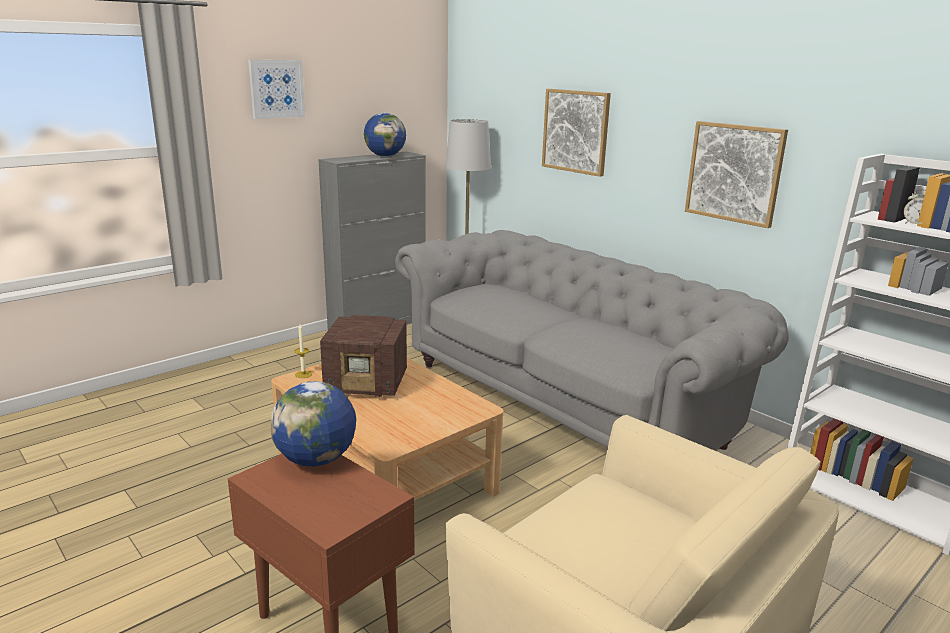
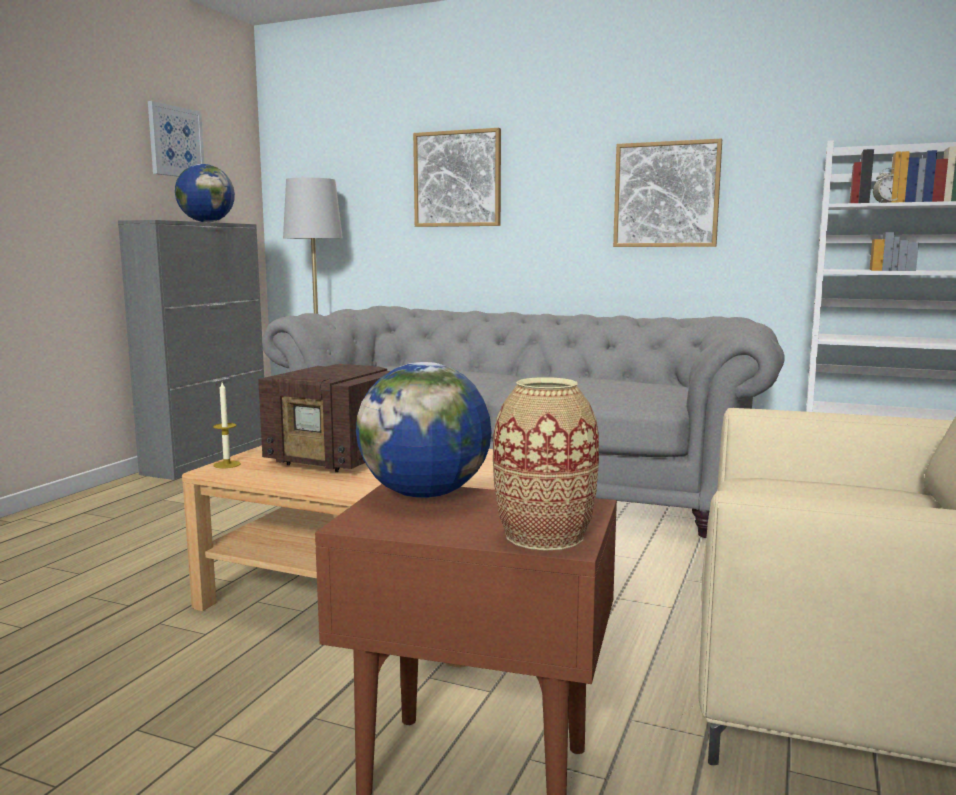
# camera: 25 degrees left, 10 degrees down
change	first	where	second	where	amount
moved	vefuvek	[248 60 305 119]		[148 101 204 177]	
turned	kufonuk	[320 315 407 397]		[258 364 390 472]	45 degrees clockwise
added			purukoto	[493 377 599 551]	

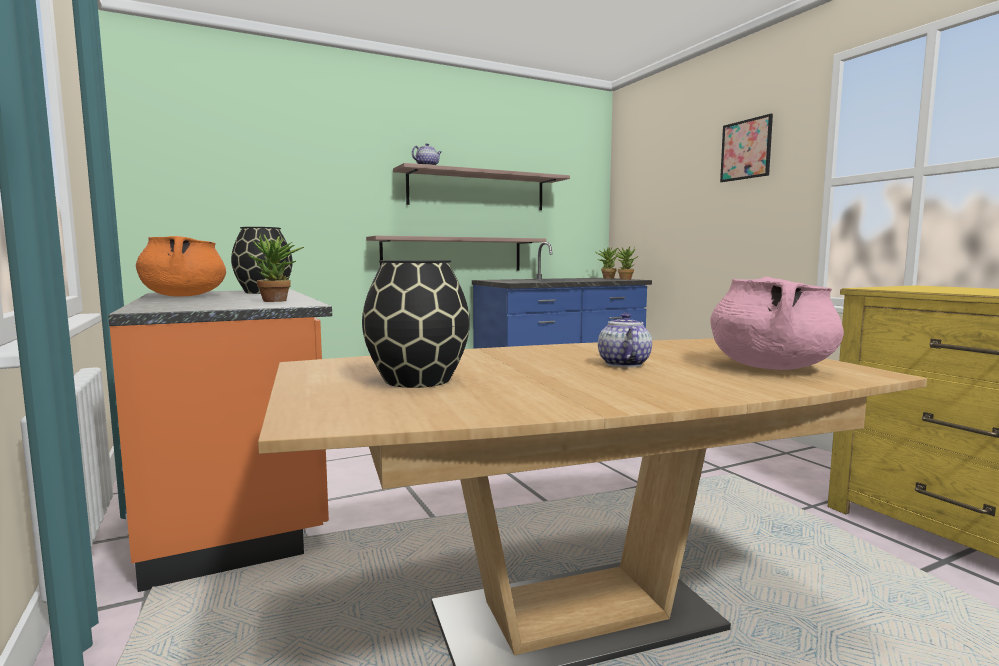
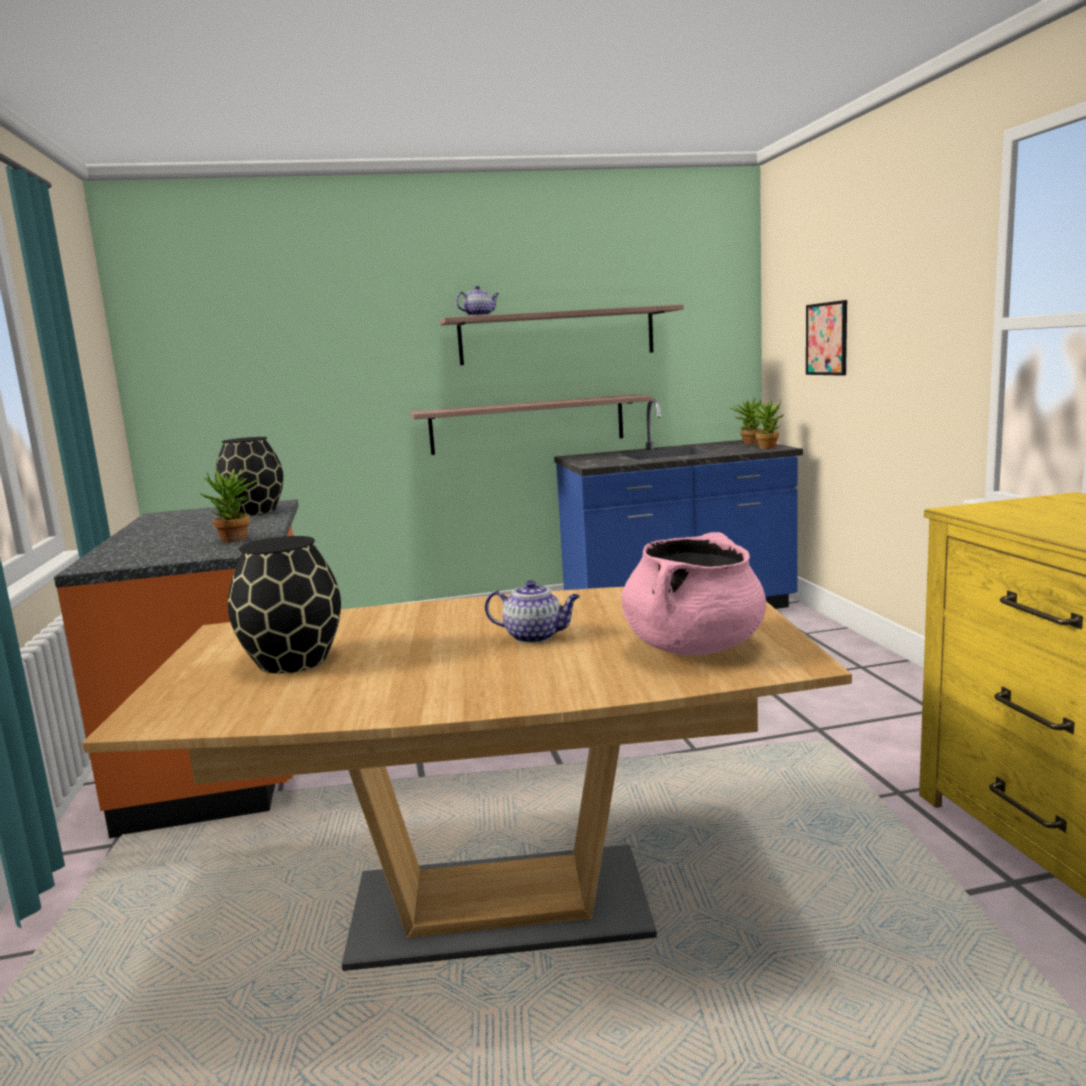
# camera: 15 degrees right, 5 degrees up
change	first	where	second	where	amount
moved	vefuvek	[720 114 773 182]		[806 300 847 376]	
removed	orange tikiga	[136 236 226 296]			
turned	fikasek	[598 313 652 367]		[485 580 580 643]	90 degrees clockwise

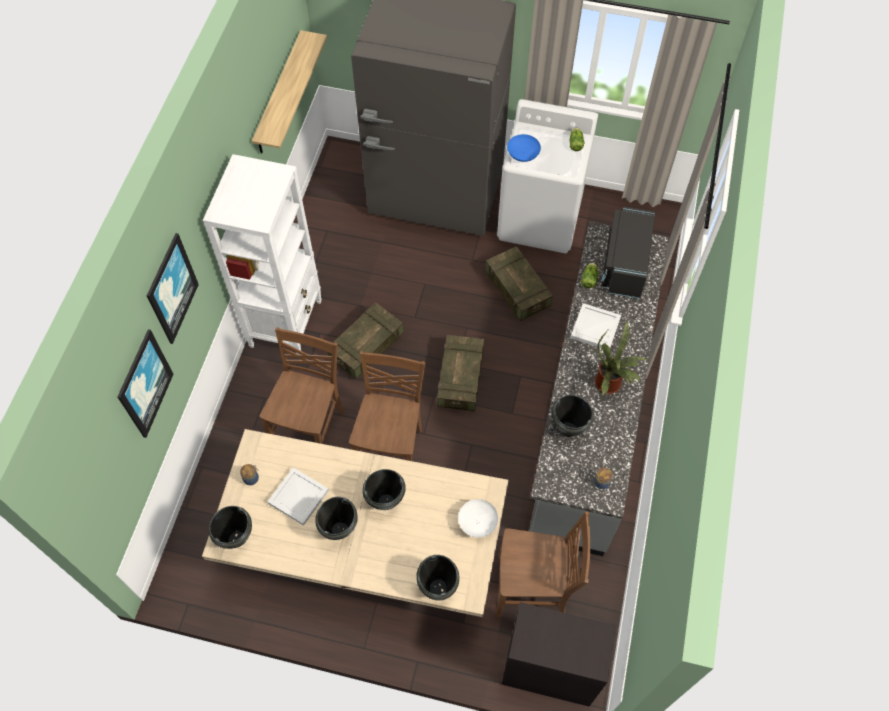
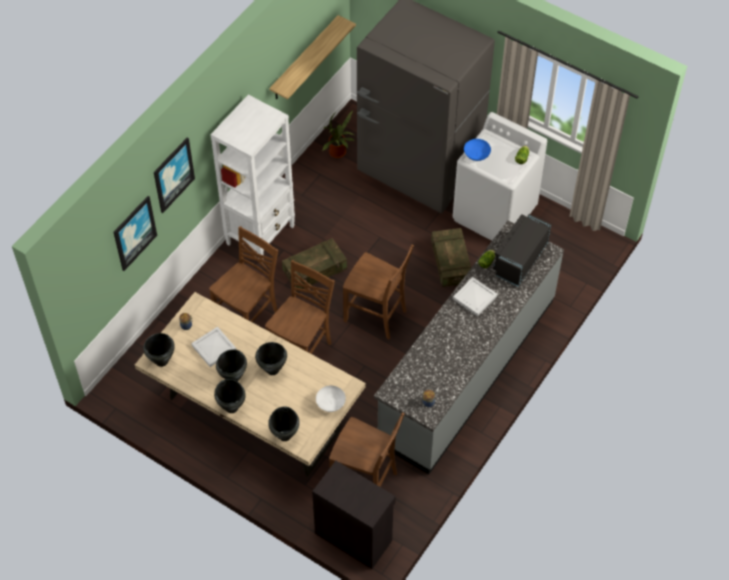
# camera: 20 degrees right, 5 degrees down
change	first	where	second	where	amount
moved	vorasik	[595 321 648 396]		[322 110 354 158]	
replaced	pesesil	[437 335 484 412]	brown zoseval	[343 244 414 340]	
moved	black tikiga	[552 395 594 437]		[214 379 246 413]	

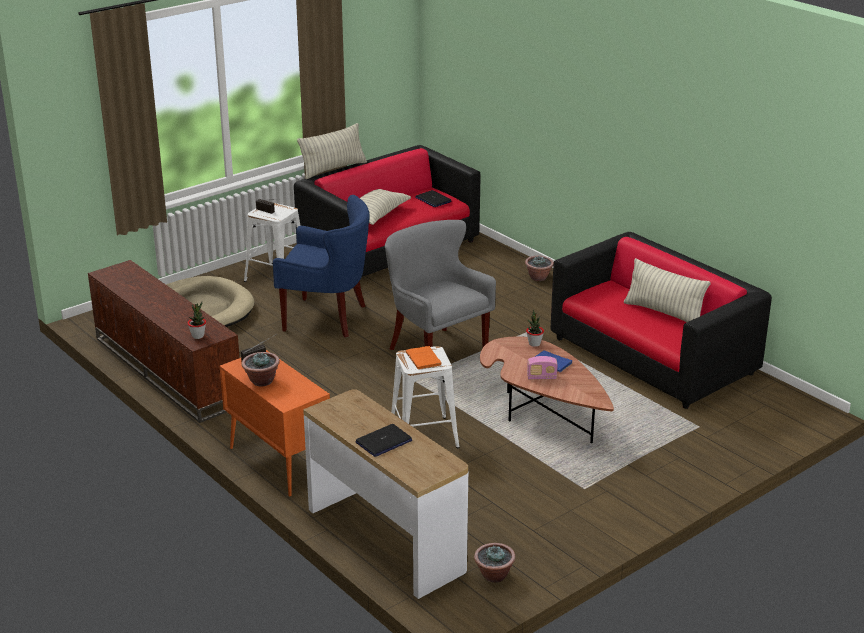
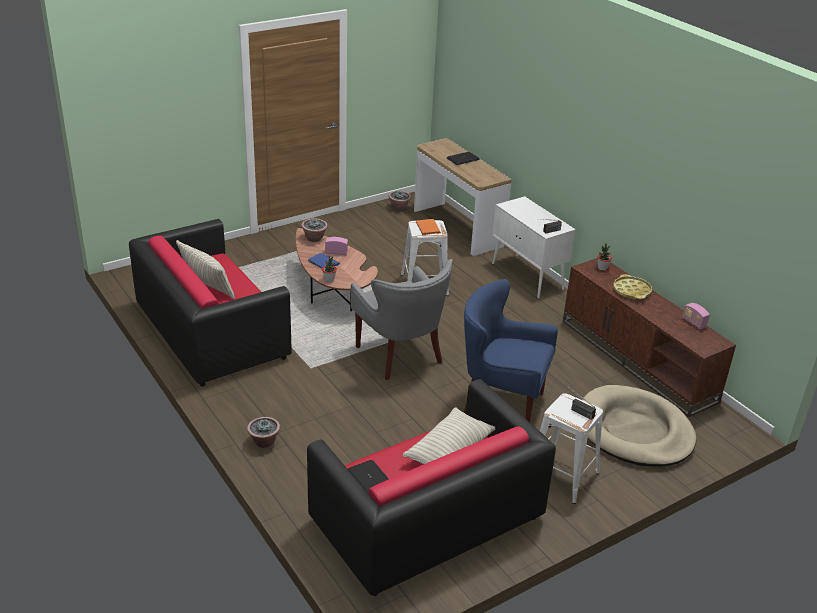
# camera: 175 degrees left, 5 degrees up
change	first	where	second	where	amount
removed	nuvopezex	[297 123 367 179]			
recoloured	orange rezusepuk	[220 350 330 497]	white rezusepuk	[492 196 576 298]	
moved	vorasik	[241 352 280 387]		[301 218 328 242]	
added			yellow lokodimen	[613 274 652 299]	
added			kufonuk	[682 303 710 329]	

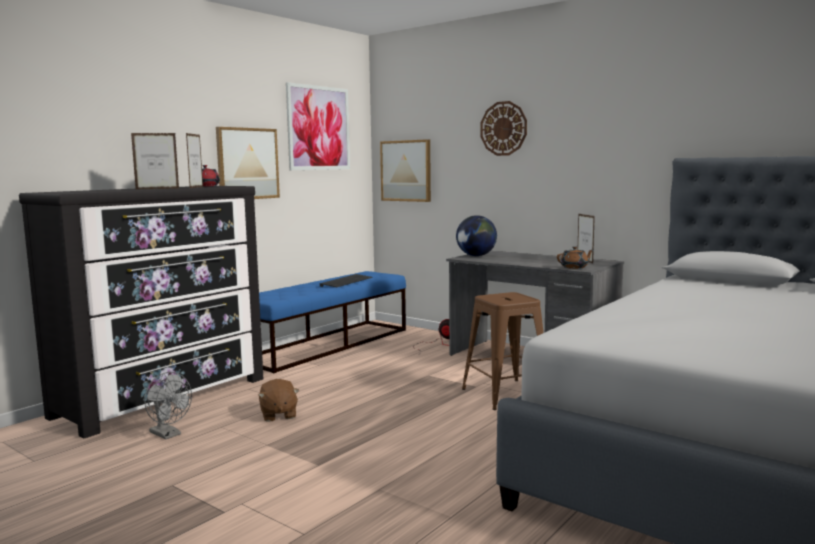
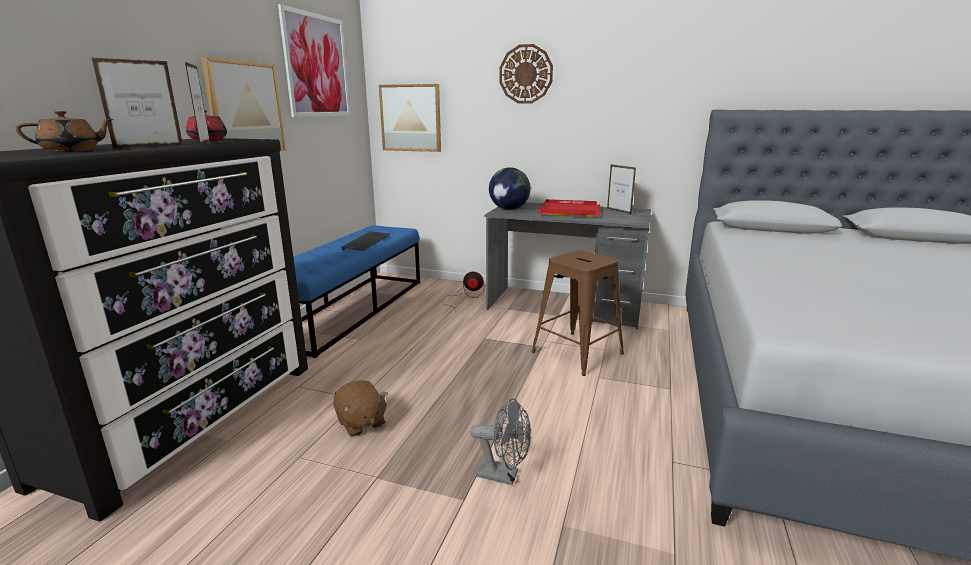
# camera: 20 degrees left, 10 degrees up
change	first	where	second	where	amount
moved	brown fikasek	[557 246 593 269]		[15 111 114 152]	
moved	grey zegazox	[144 372 192 439]		[470 399 531 485]	
added			red lokodimen	[537 199 600 218]	

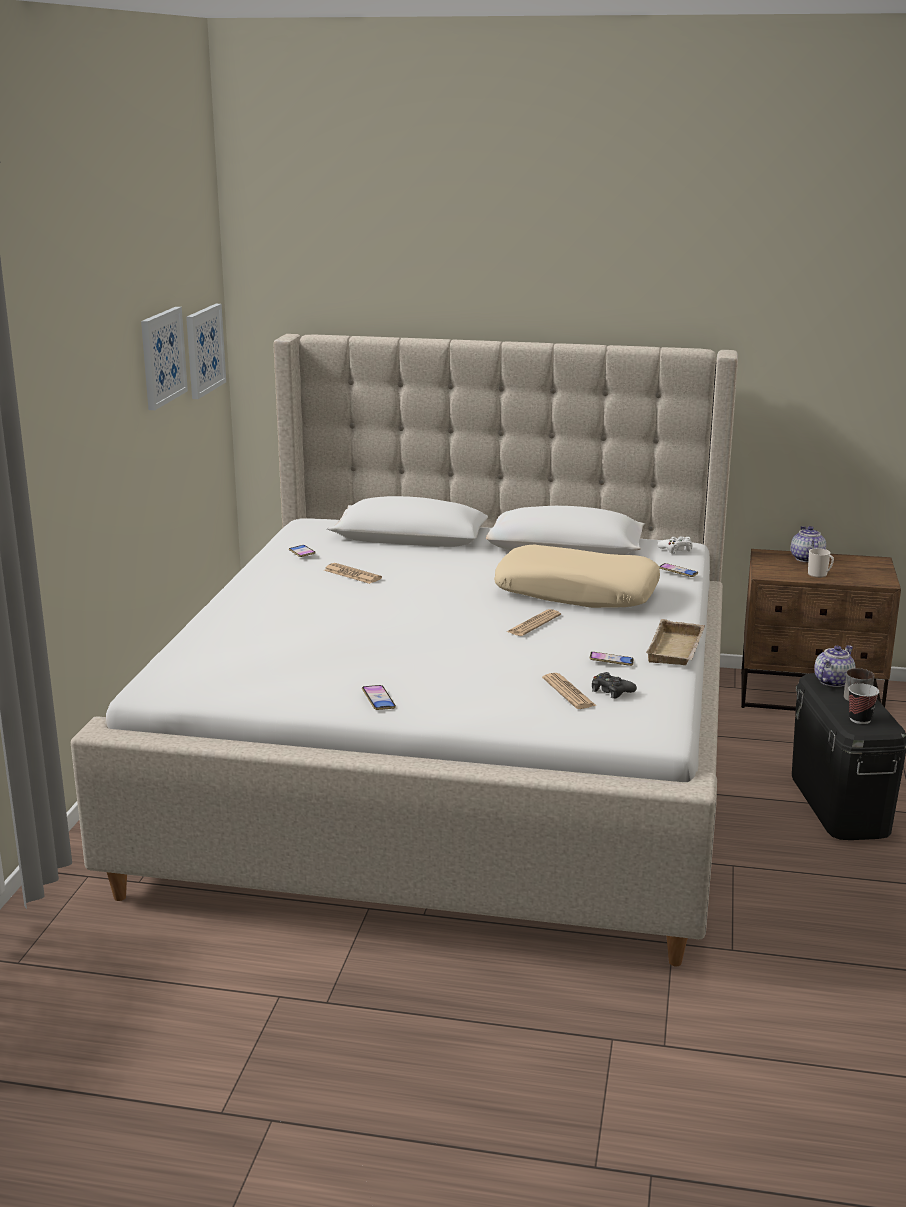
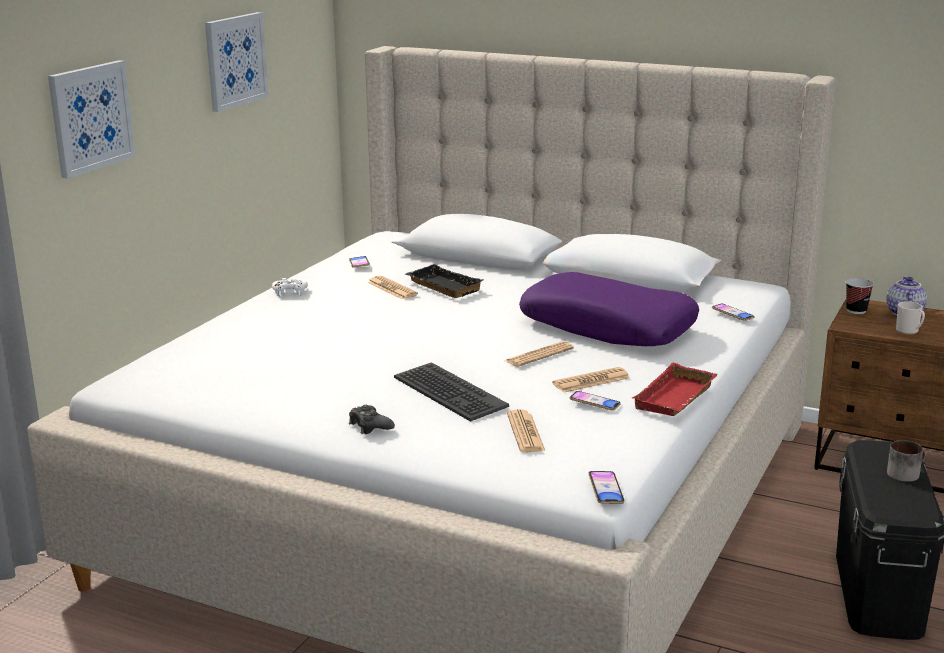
# camera: 15 degrees right, 0 degrees up
change	first	where	second	where	amount
moved	vefuvek	[186 304 226 399]		[48 60 135 179]	
moved	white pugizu	[657 536 693 554]		[272 278 308 296]	
recoloured	beige nuvopezex	[494 545 660 608]	purple nuvopezex	[519 272 699 346]	
recoloured	beige lokodimen	[646 619 705 665]	red lokodimen	[632 363 718 416]	
removed	fikasek	[814 645 855 687]			
moved	black pugizu	[592 672 637 699]		[349 405 395 434]	
moved	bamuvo	[848 683 879 724]		[846 278 874 314]	
moved	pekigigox	[362 685 396 710]		[588 471 625 504]	
added			black lokodimen	[405 264 484 298]	
added			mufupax	[394 362 509 422]	
added			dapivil	[552 367 630 393]	

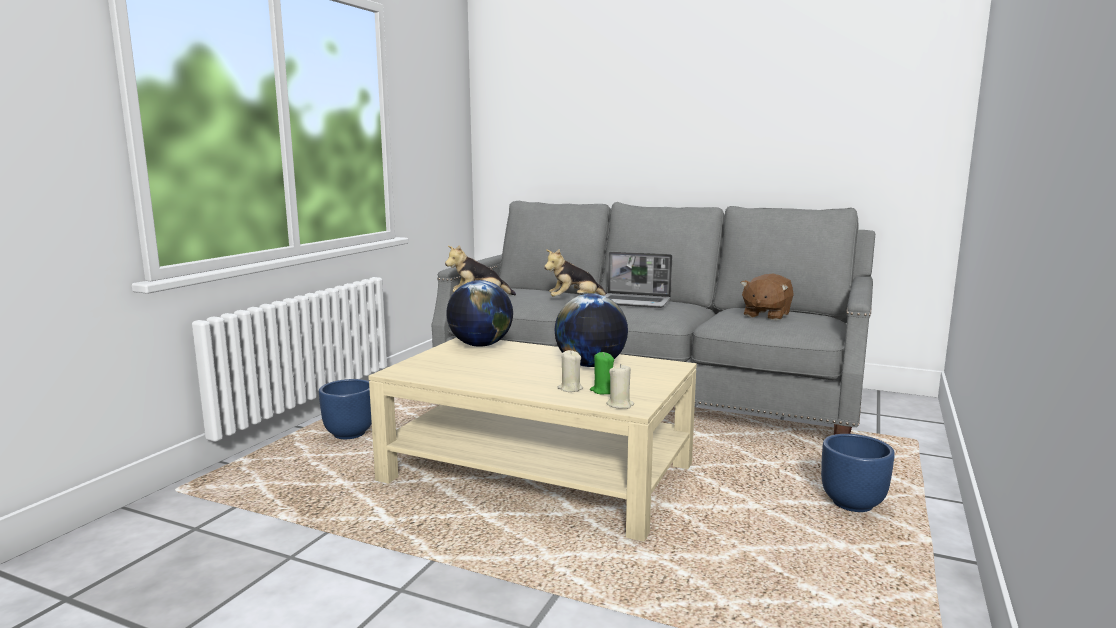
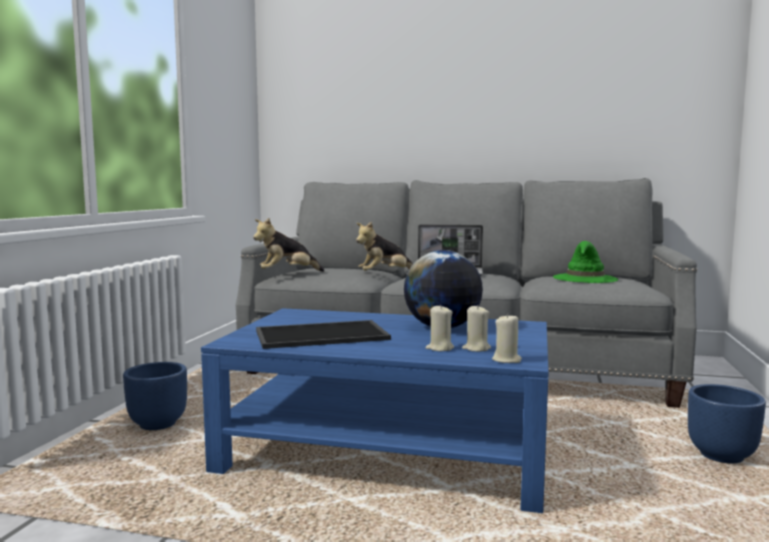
# camera: 10 degrees left, 5 degrees down
change	first	where	second	where	amount
replaced	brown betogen	[741 274 794 320]	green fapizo	[553 241 619 283]	
removed	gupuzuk	[446 280 513 347]			
recoloured	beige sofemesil	[368 337 697 542]	blue sofemesil	[201 308 549 513]	
recoloured	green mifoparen	[590 352 614 394]	beige mifoparen	[462 305 491 352]	
added			lokodimen	[256 320 391 349]	

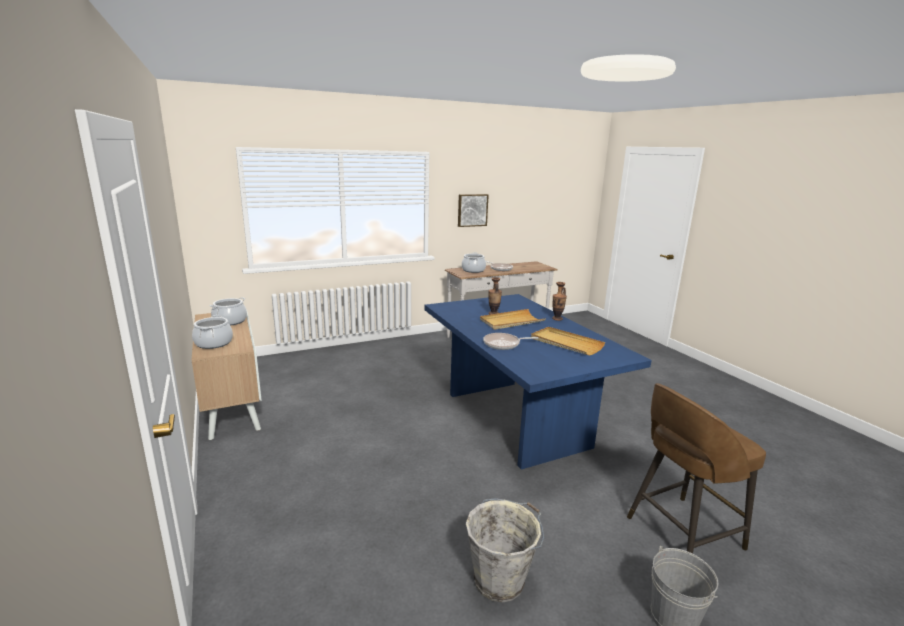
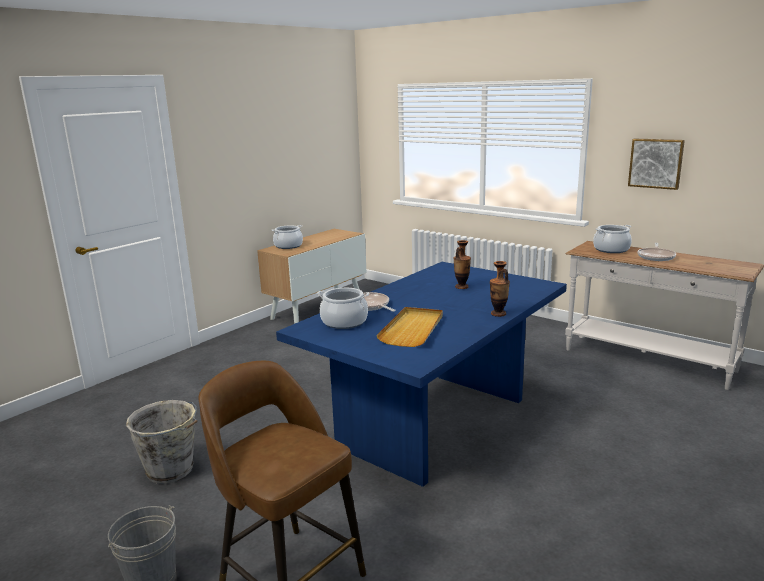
# camera: 65 degrees right, 0 degrees up
change	first	where	second	where	amount
moved	tikiga	[209 297 247 326]		[317 288 369 329]	
removed	beige lokodimen	[480 309 546 330]			

